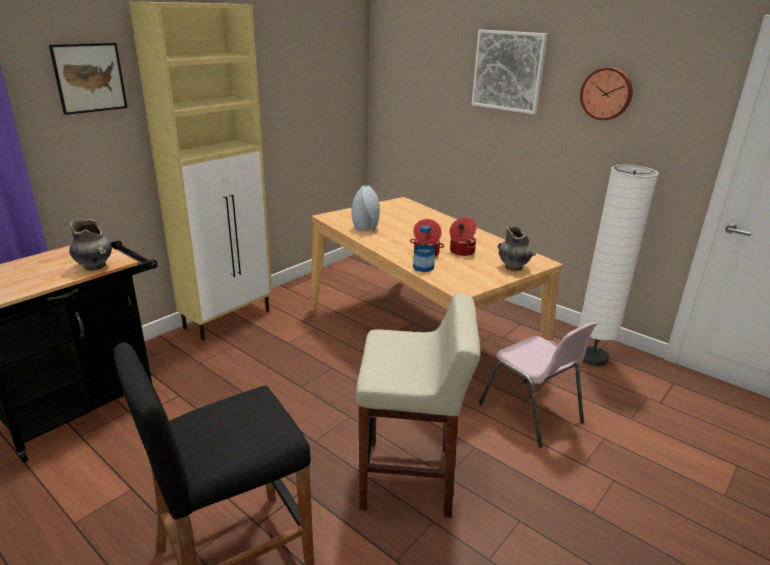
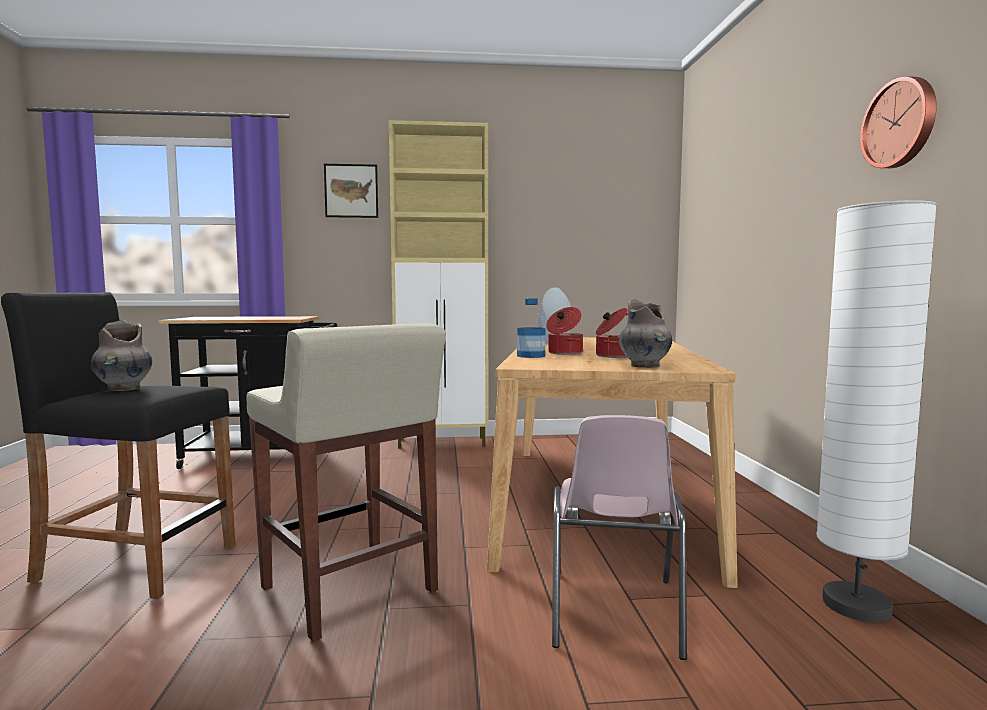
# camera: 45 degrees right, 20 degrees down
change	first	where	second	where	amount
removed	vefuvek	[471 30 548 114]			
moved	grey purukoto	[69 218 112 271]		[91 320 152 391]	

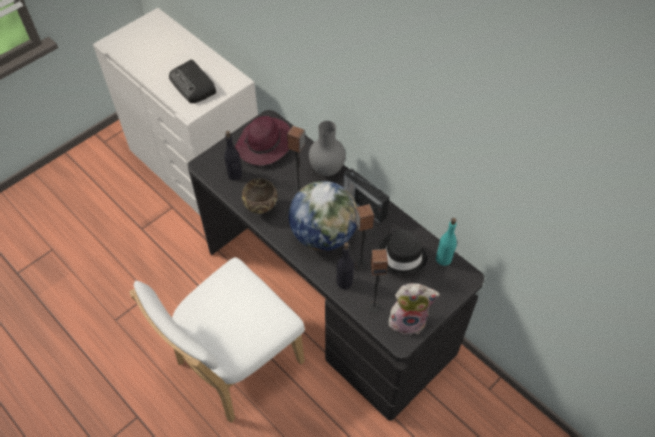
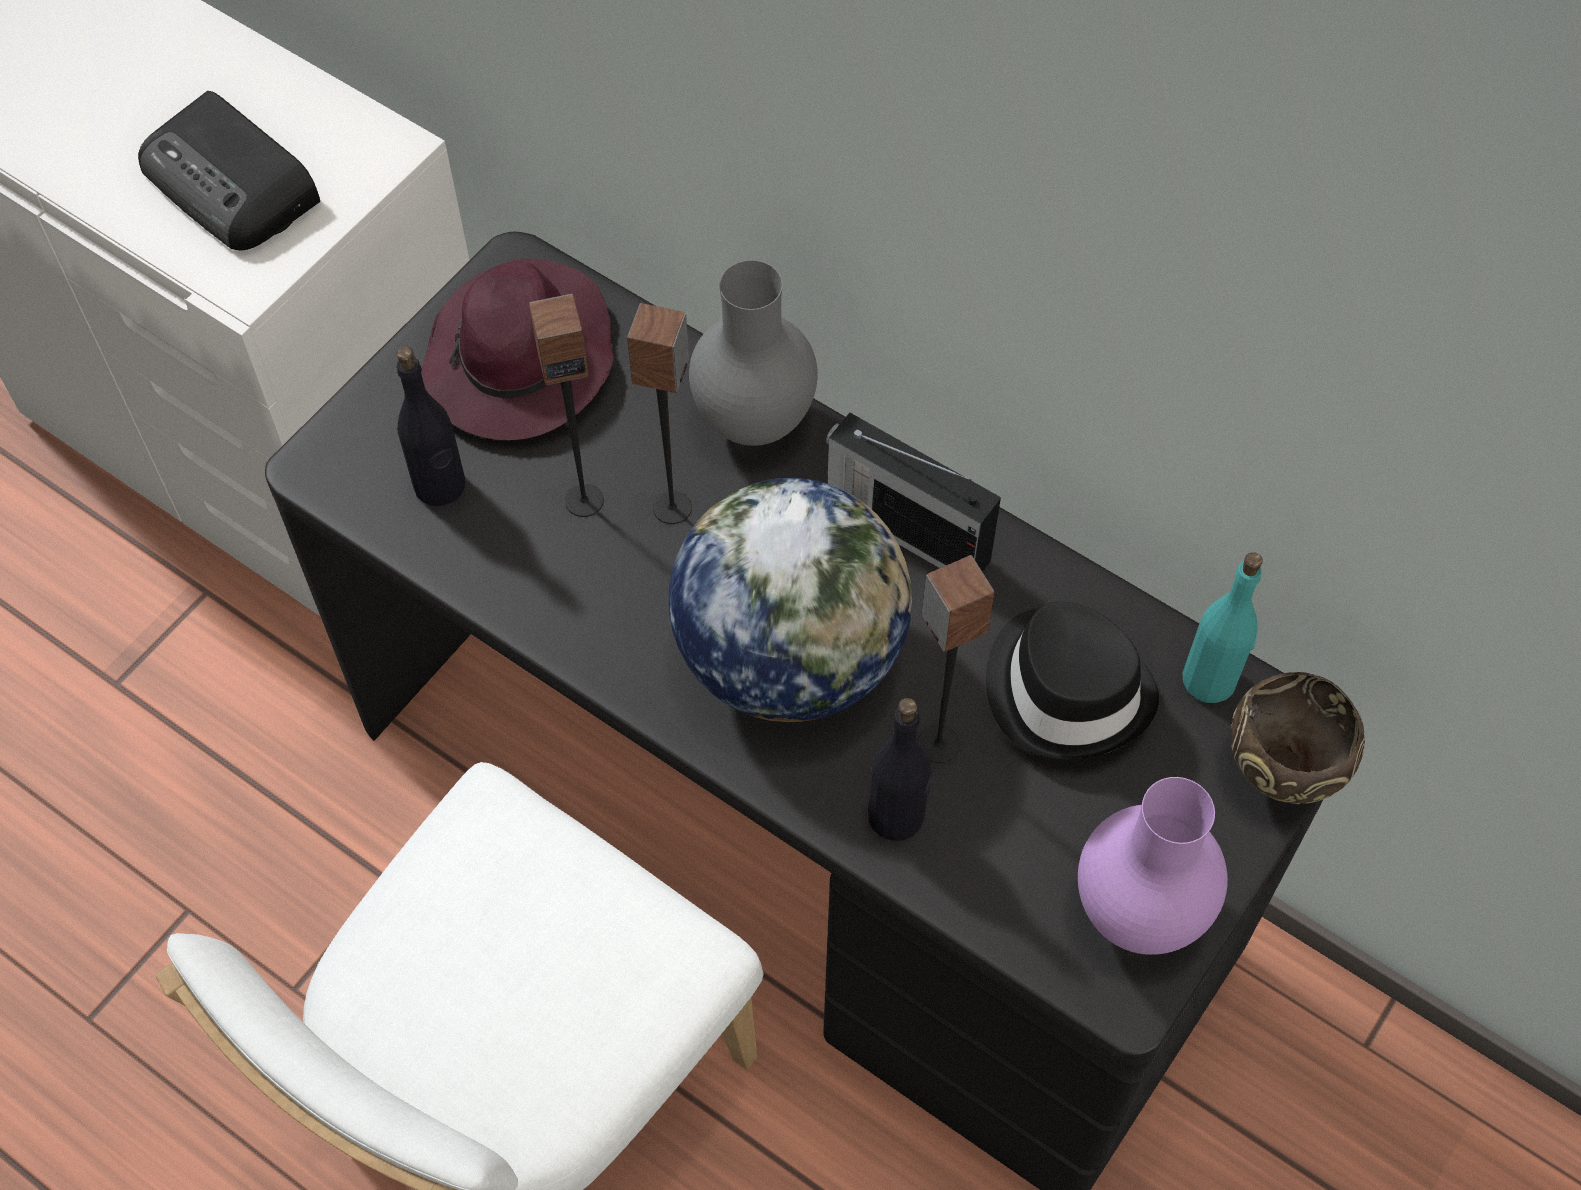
# camera: 10 degrees left, 5 degrees up
change	first	where	second	where	amount
moved	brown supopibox	[242 178 278 214]		[1231 672 1365 804]	
moved	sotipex	[368 249 388 313]		[529 294 604 517]	
replaced	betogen	[388 283 440 336]	purple purukoto	[1078 777 1228 955]	

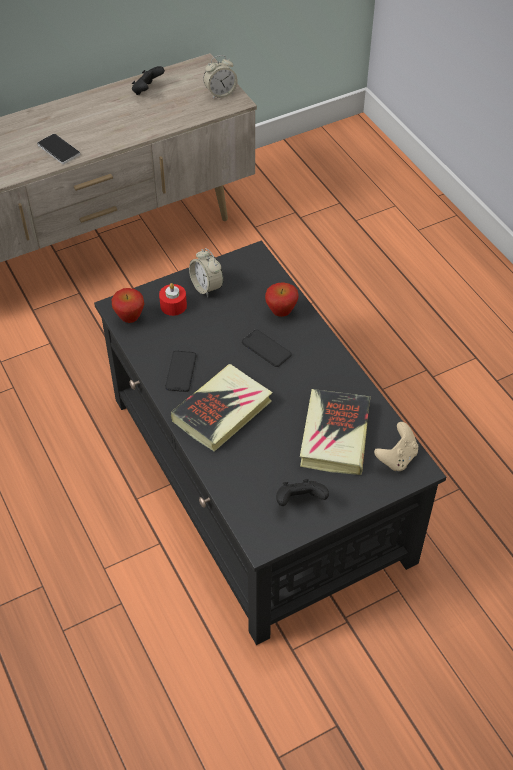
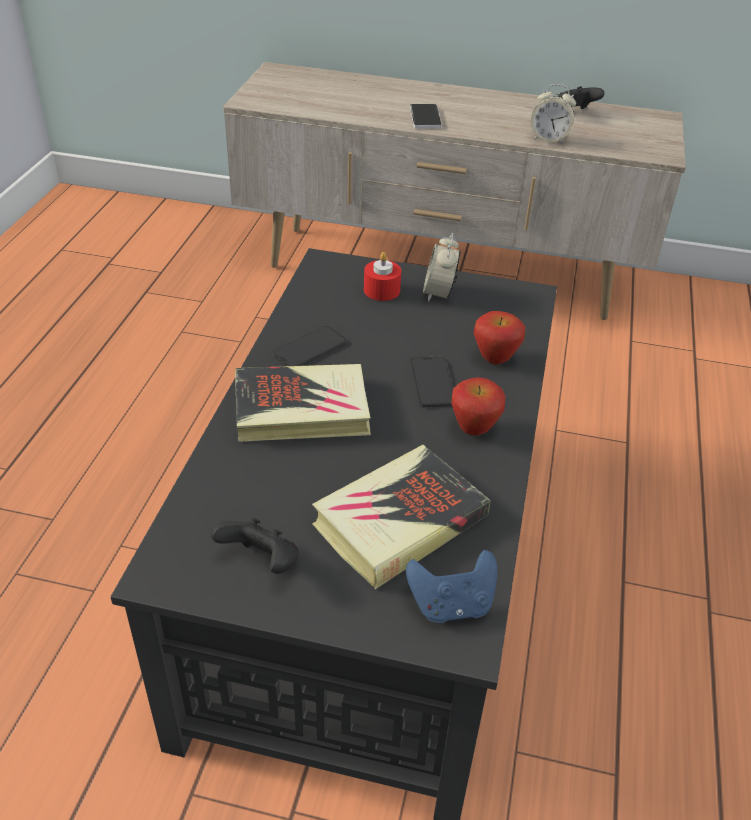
# camera: 40 degrees right, 10 degrees down
change	first	where	second	where	amount
moved	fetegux	[203 55 237 99]		[531 84 576 144]	
moved	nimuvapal	[112 288 144 323]		[451 377 505 435]	
recoloured	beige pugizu	[374 422 418 471]	blue pugizu	[406 550 497 623]	

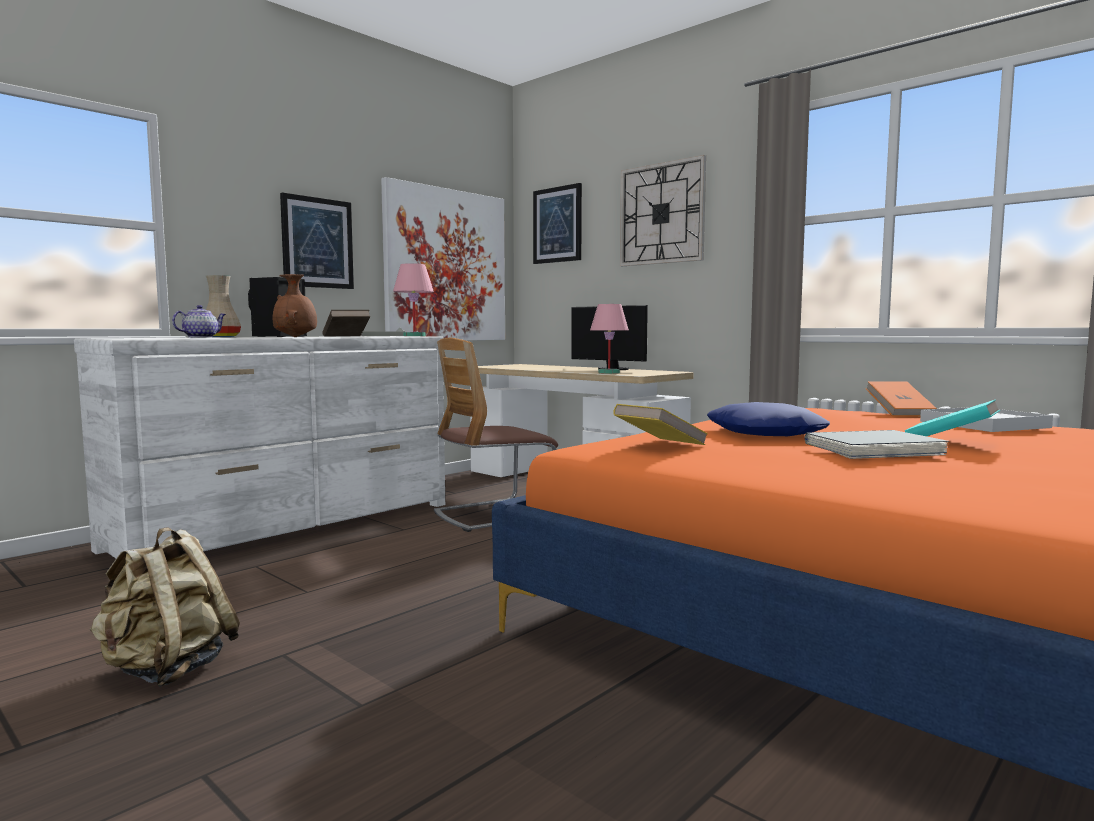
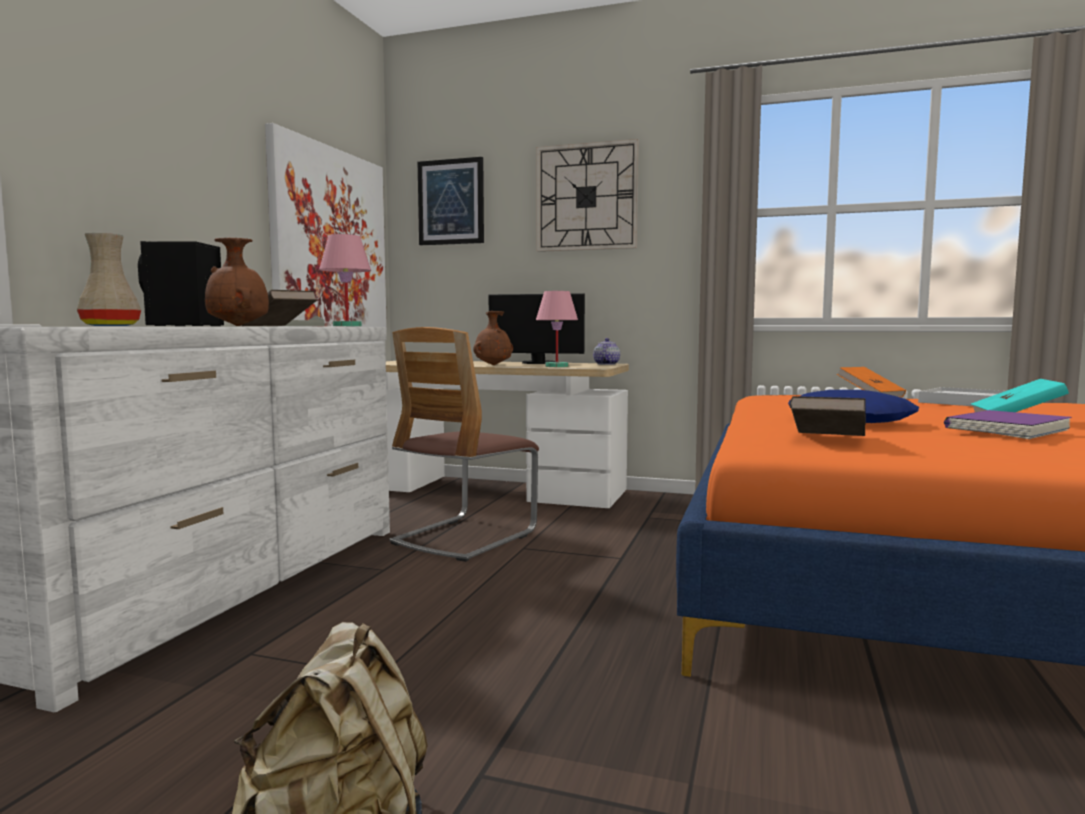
# camera: 25 degrees left, 0 degrees up
change	first	where	second	where	amount
removed	vefuvek	[280 192 354 289]			
moved	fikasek	[172 305 226 338]		[593 338 620 365]	
recoloured	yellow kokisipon	[614 404 708 445]	brown kokisipon	[790 396 866 436]	
recoloured	grey kokisipon	[805 430 949 459]	purple kokisipon	[944 410 1072 439]	
added			brown purukoto	[473 311 513 365]	

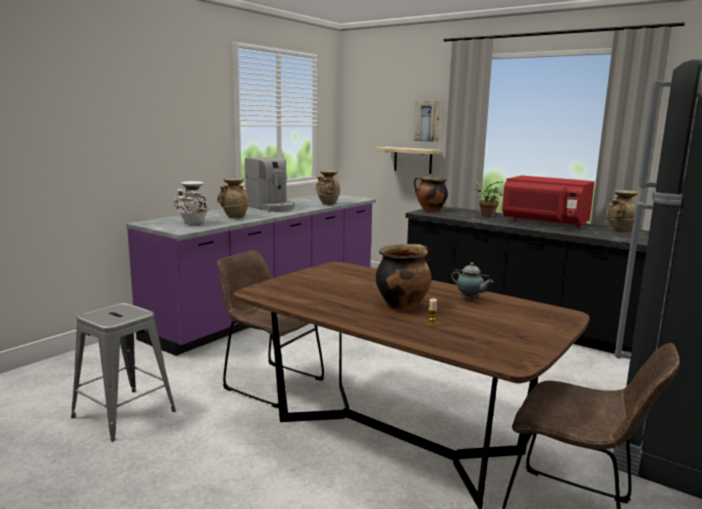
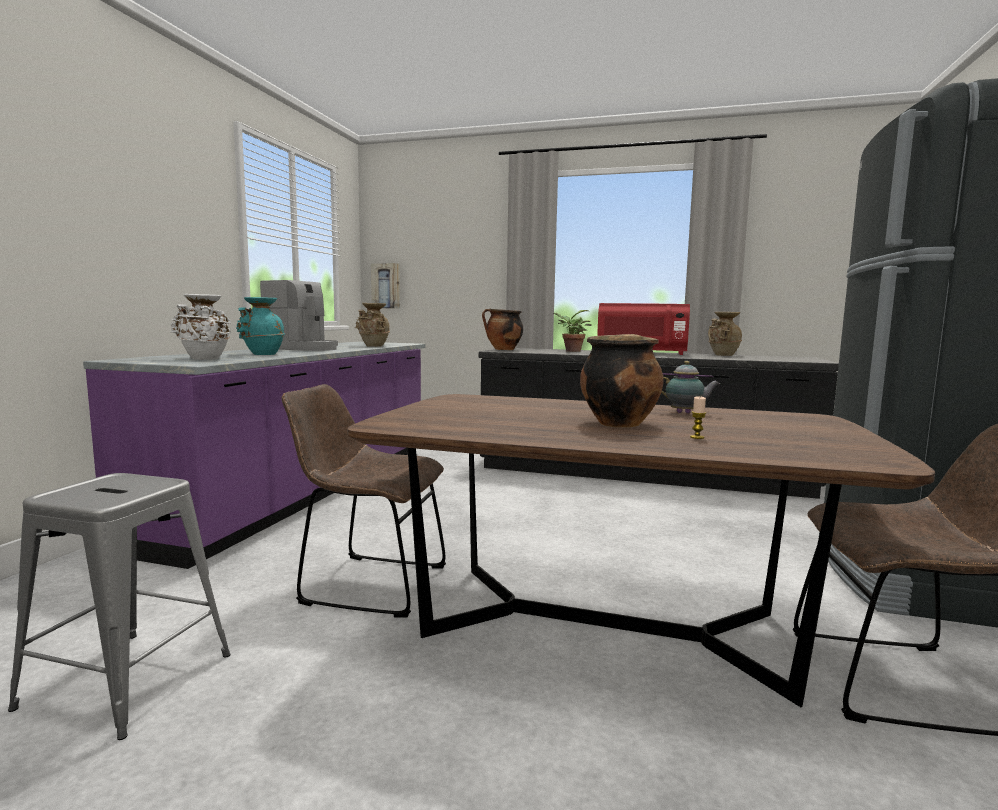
# camera: 20 degrees left, 5 degrees down
change	first	where	second	where	amount
moved	vefuvek	[414 101 441 142]		[371 263 400 309]	
removed	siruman	[375 147 441 174]			
recoloured	beige purukoto	[217 178 250 218]	turquoise purukoto	[236 297 285 355]	

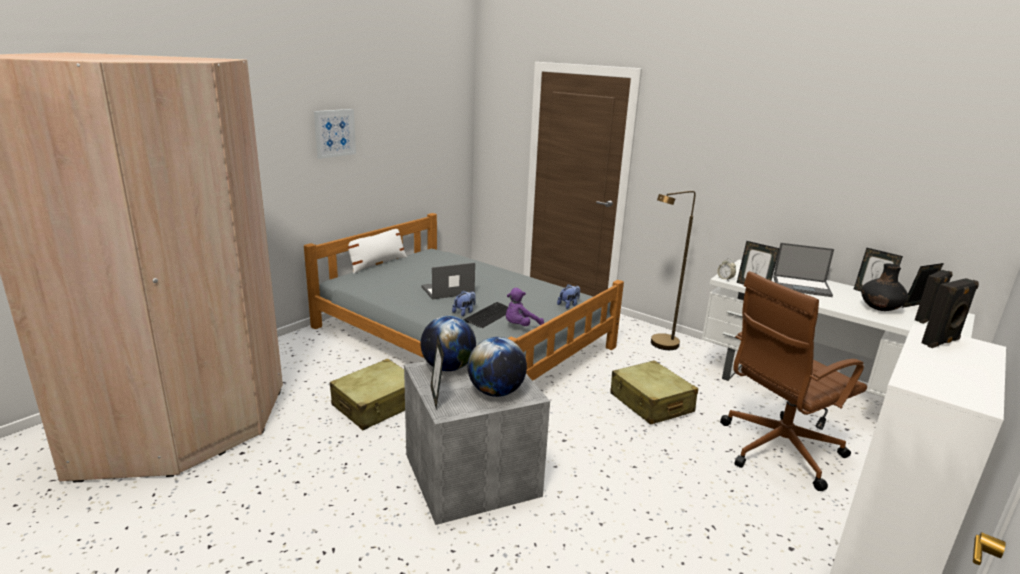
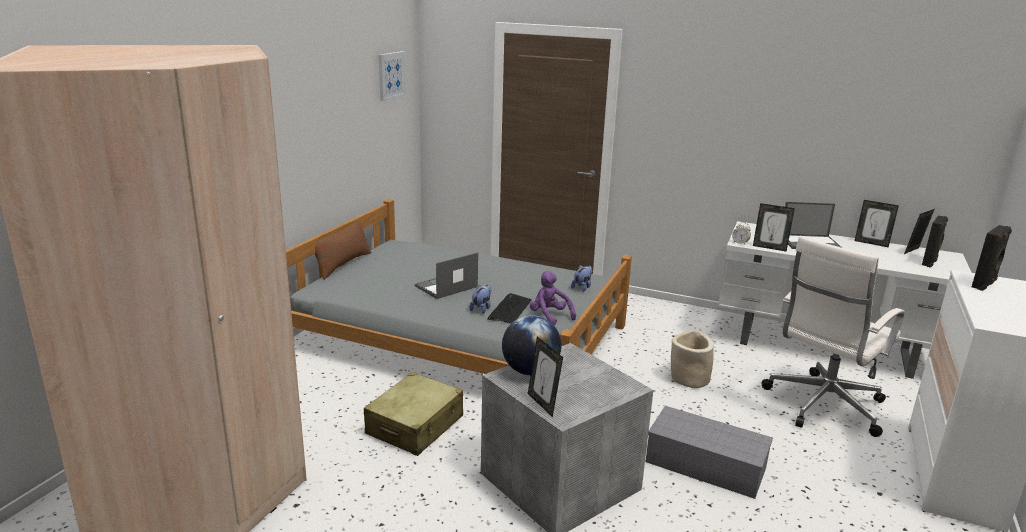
# camera: 15 degrees left, 0 degrees up
change	first	where	second	where	amount
moved	vefuvek	[314 109 356 159]		[379 51 406 101]	
removed	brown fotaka	[651 191 696 350]			
recoloured	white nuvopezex	[348 229 407 274]	brown nuvopezex	[315 221 372 280]	
removed	black purukoto	[861 263 908 311]			
recoloured	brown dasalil	[720 271 867 491]	white dasalil	[761 236 904 437]	
turned	purple betogen	[506 288 544 326]		[530 271 576 326]	105 degrees clockwise
removed	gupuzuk	[468 337 527 397]			
replaced	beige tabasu	[610 360 698 425]	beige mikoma	[671 330 714 388]	
added			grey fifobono	[646 406 773 499]	

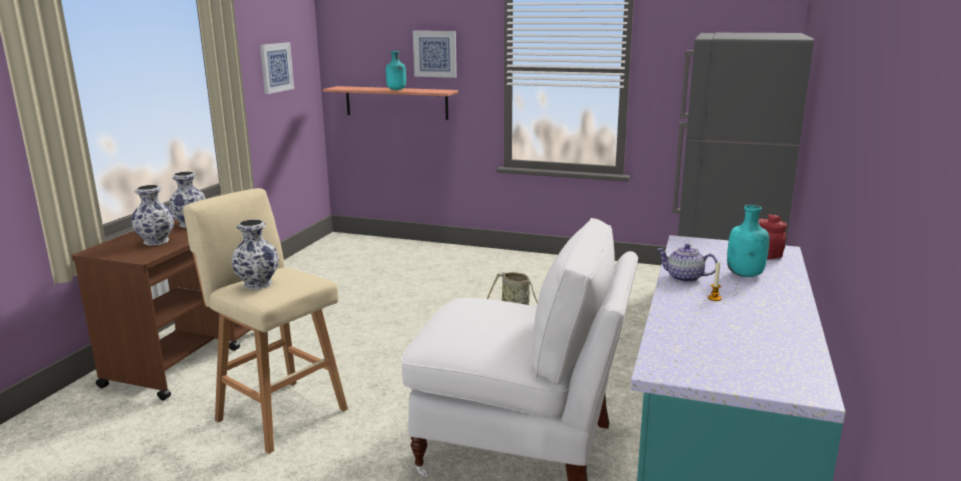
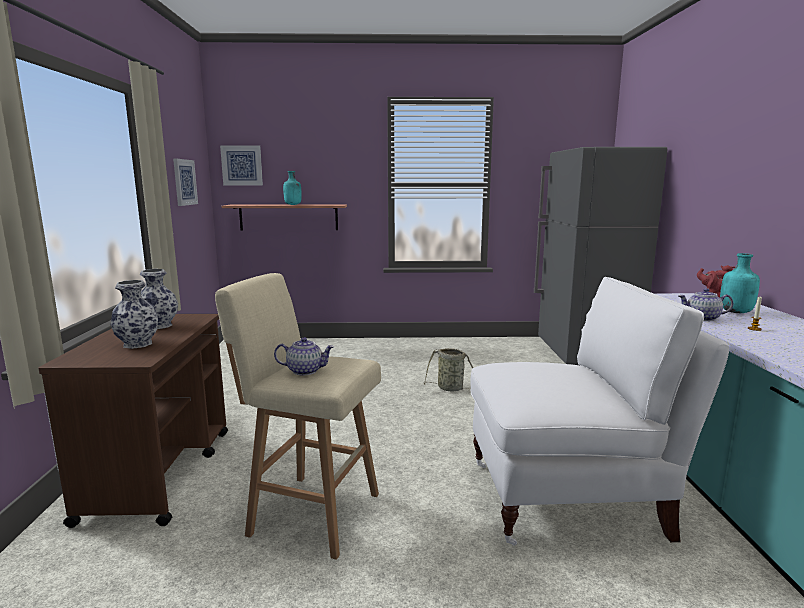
# camera: 20 degrees left, 5 degrees down
change	first	where	second	where	amount
moved	vefuvek	[413 31 457 78]		[220 145 263 186]	
replaced	purukoto	[231 219 279 289]	fikasek	[274 337 334 376]	

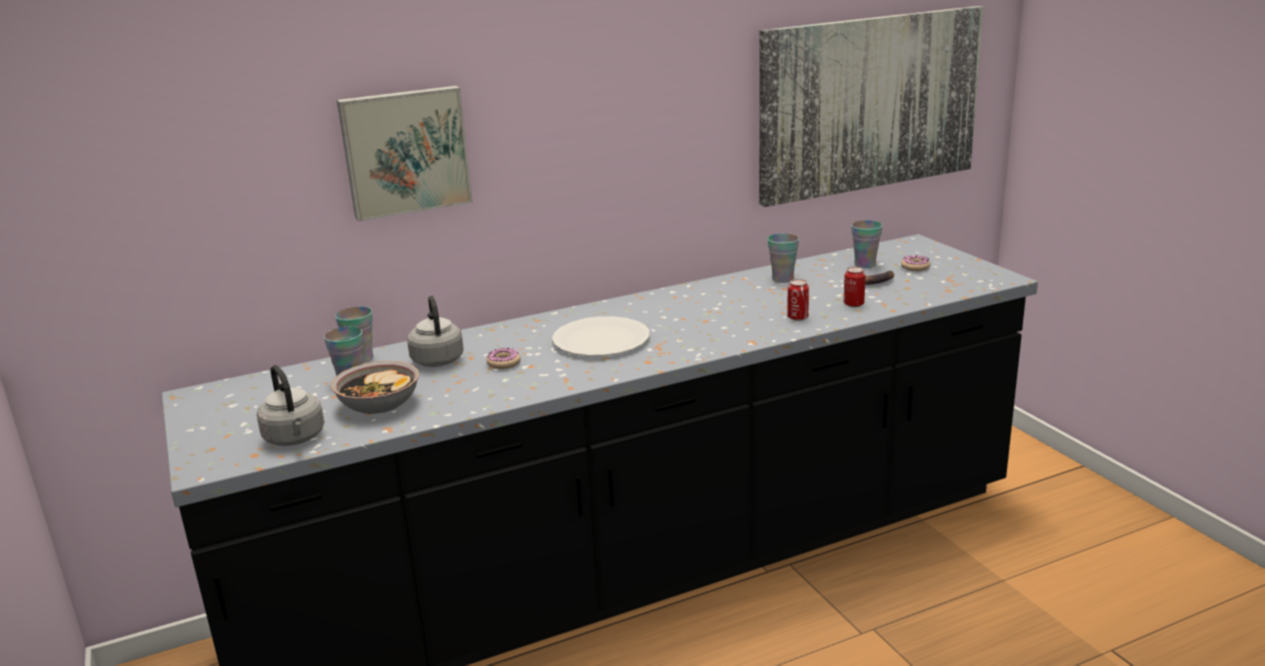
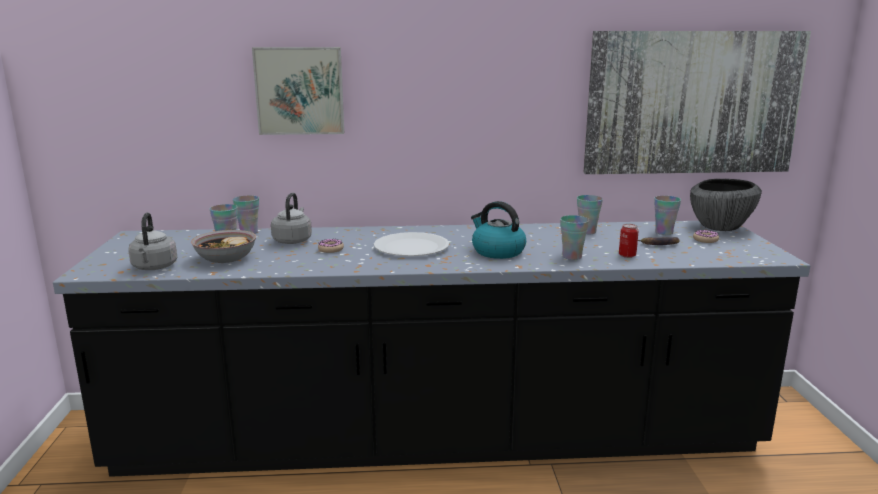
# camera: 20 degrees right, 5 degrees down
change	first	where	second	where	amount
replaced	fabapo	[787 279 809 321]	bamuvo	[560 215 589 260]	
added			supopibox	[690 179 762 231]	
added			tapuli	[471 201 526 259]	

